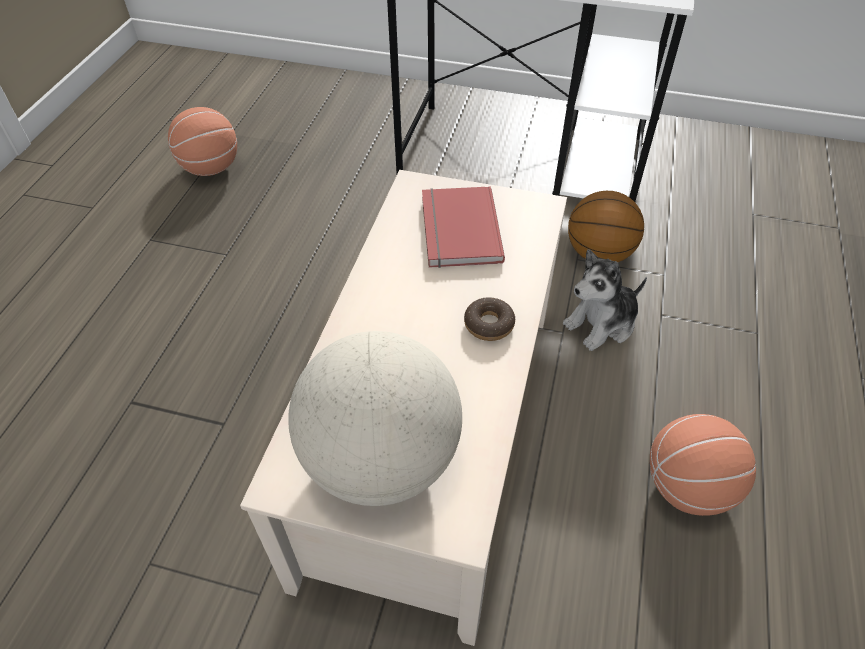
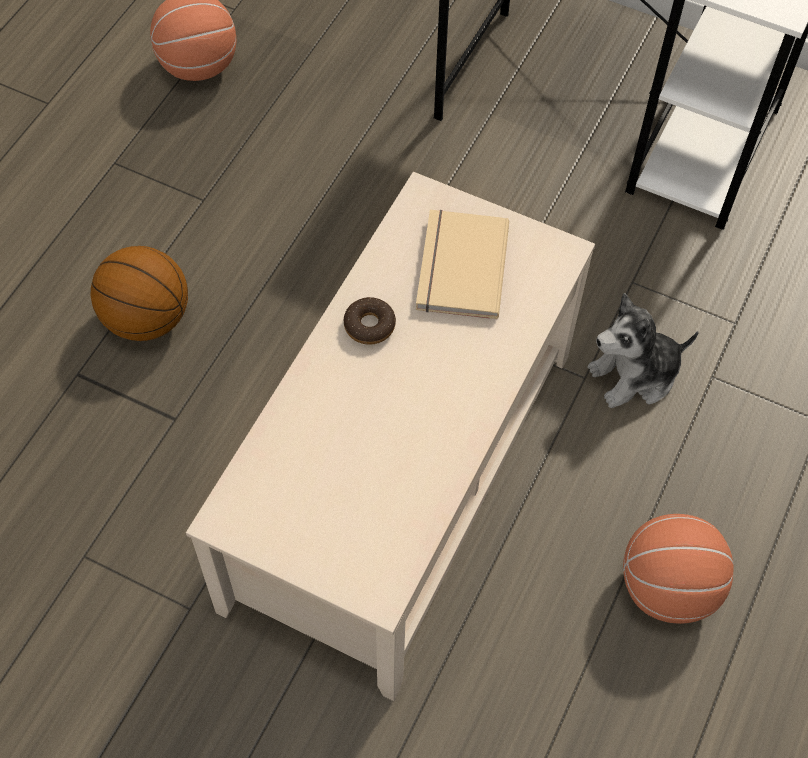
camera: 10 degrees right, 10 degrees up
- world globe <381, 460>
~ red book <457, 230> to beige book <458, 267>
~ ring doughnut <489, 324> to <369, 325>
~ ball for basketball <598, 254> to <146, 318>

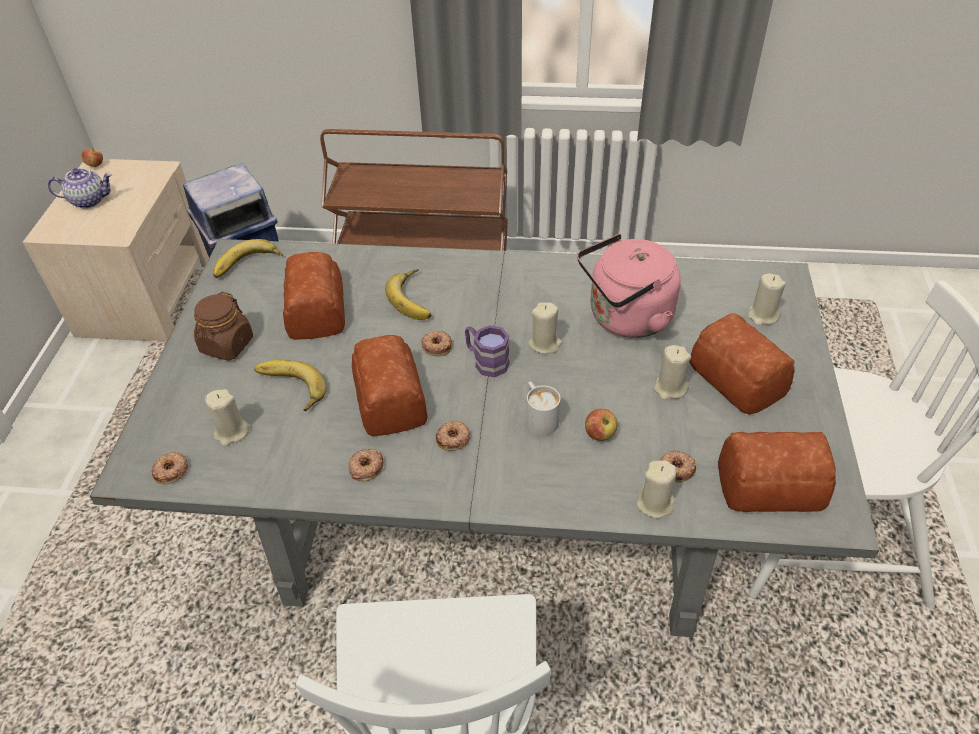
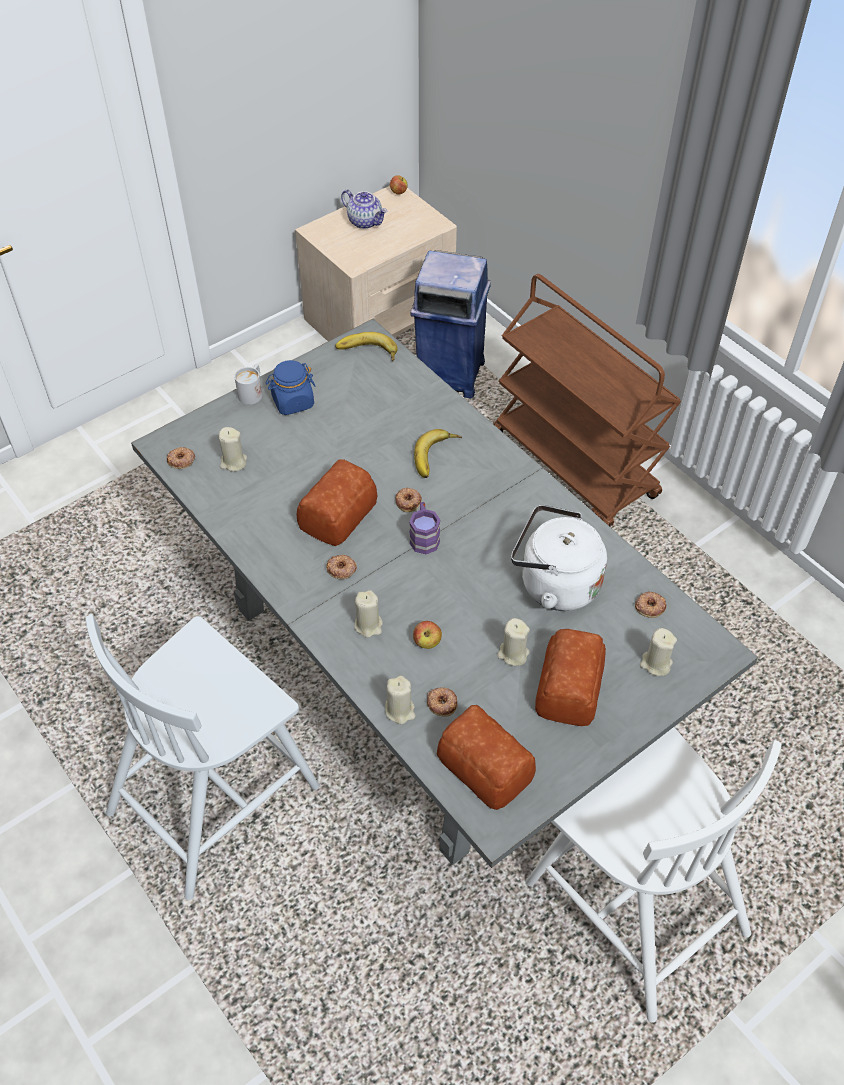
camera: 45 degrees right, 5 degrees up
~ brown-coloured storage jar <227, 345> to blue-coloured storage jar <292, 402>
- whole banana <289, 389>
- bread <314, 312>
~ ring doughnut <366, 467> to <650, 606>
~ white coffee mug <539, 417> to <252, 392>
~ beige wax candle <545, 344> to <368, 625>
~ pink-coloured tea kettle <626, 318> to white tea kettle <554, 584>

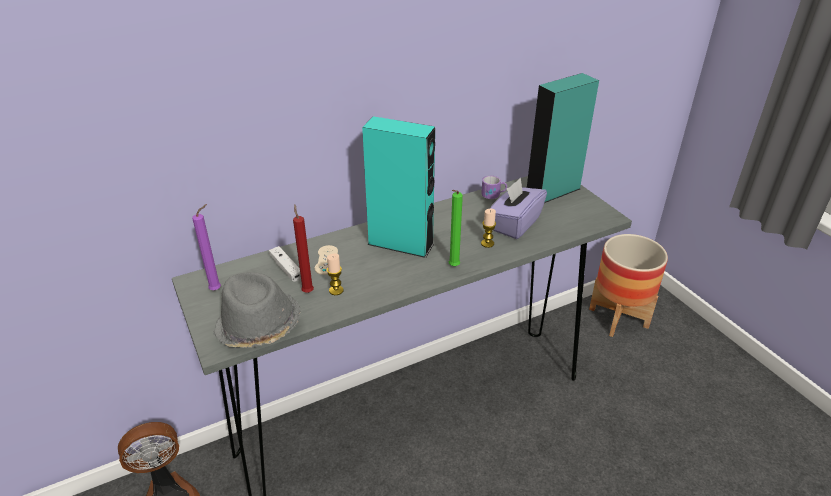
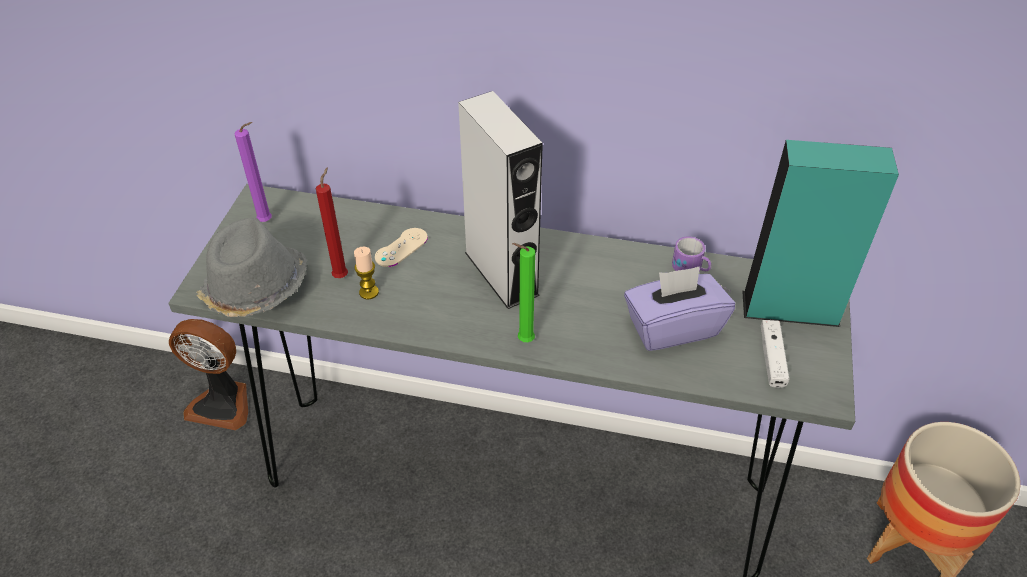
camera: 40 degrees right, 10 degrees up
~ white gamepad <286, 268> to <772, 358>
~ blue-green loudspeaker <400, 244> to greyish loudspeaker <501, 273>
- wax candle <487, 243>

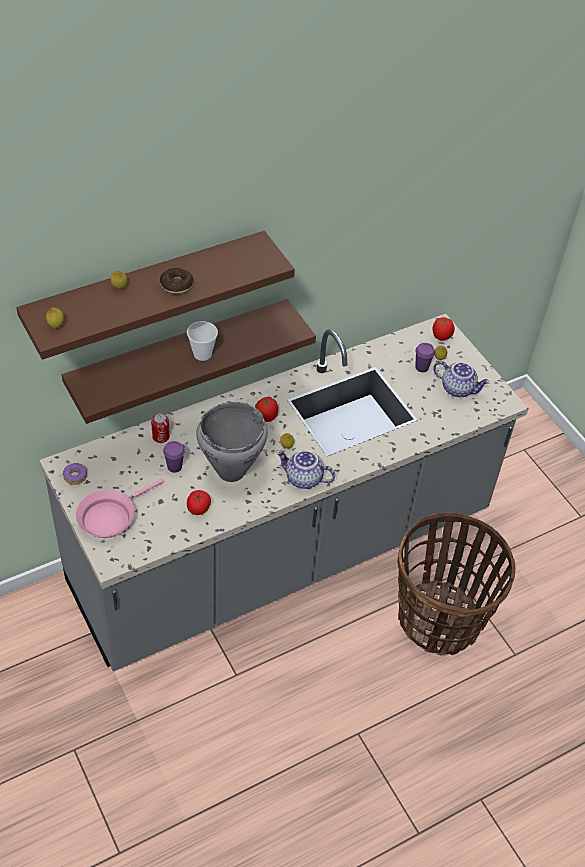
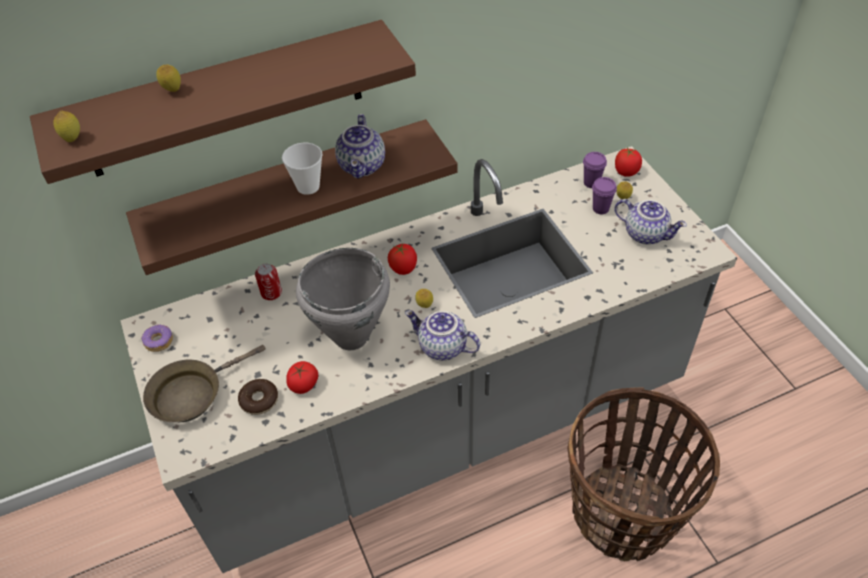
camera: 10 degrees right, 0 degrees up
~ pink-coloured pan <110, 516> to brown-coloured pan <192, 394>
~ ring doughnut <176, 285> to <259, 400>
~ purple-coloured cup <174, 467> to <591, 183>
+ teapot <363, 166>

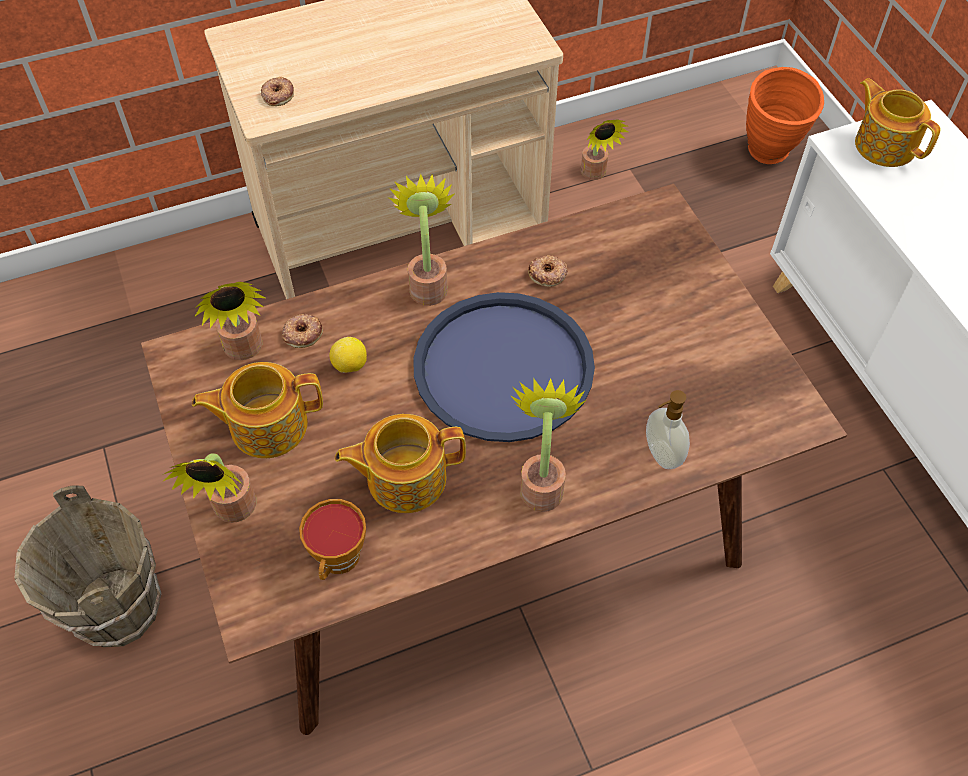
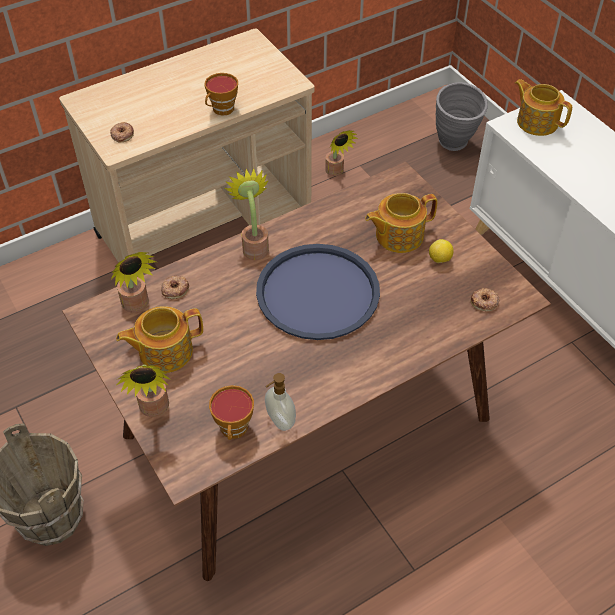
camera: 10 degrees left, 5 degrees down
~ lemon <350, 366> to <439, 259>
~ teapot <404, 477> to <398, 235>
- potted plant <542, 484>
~ ring doughnut <547, 274> to <484, 302>
~ soap bottle <661, 455> to <279, 421>
~ orange flower vase <769, 157> to greyish flower vase <455, 146>
+ cup <221, 110>

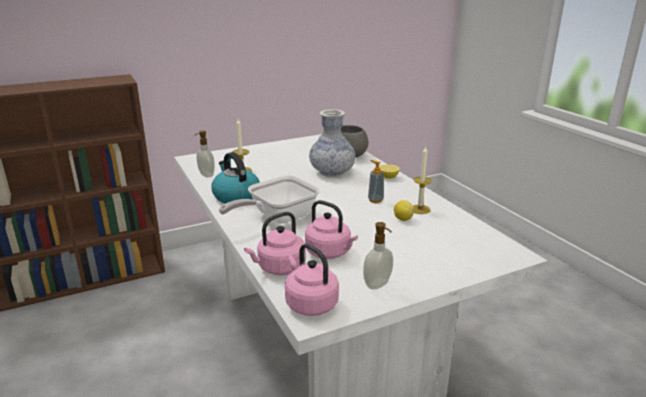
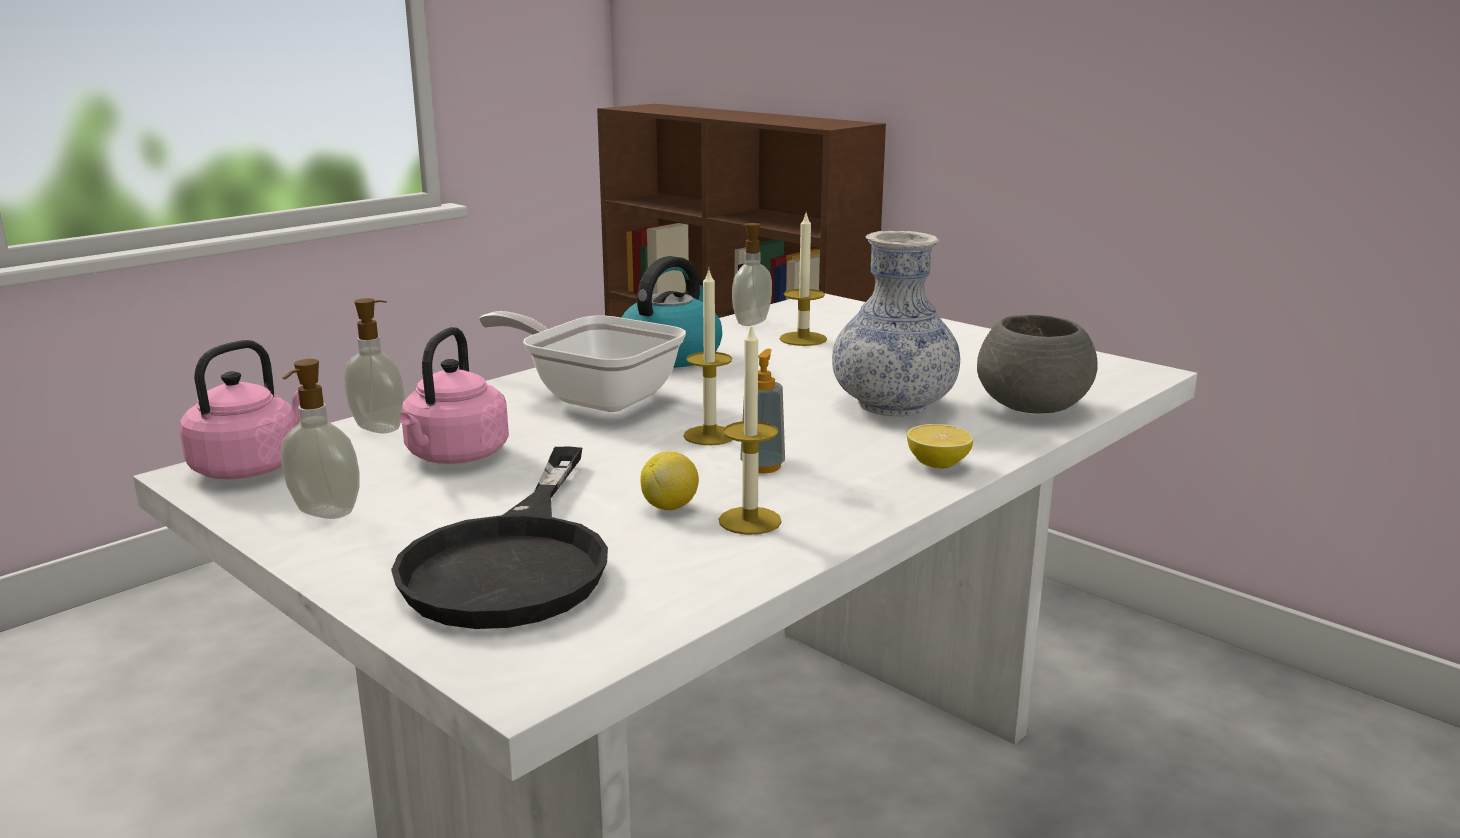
camera: 70 degrees right, 5 degrees down
~ pink-coloured tea kettle <279, 268> to soap bottle <380, 427>
+ blackish pan <515, 560>
+ wax candle <709, 435>

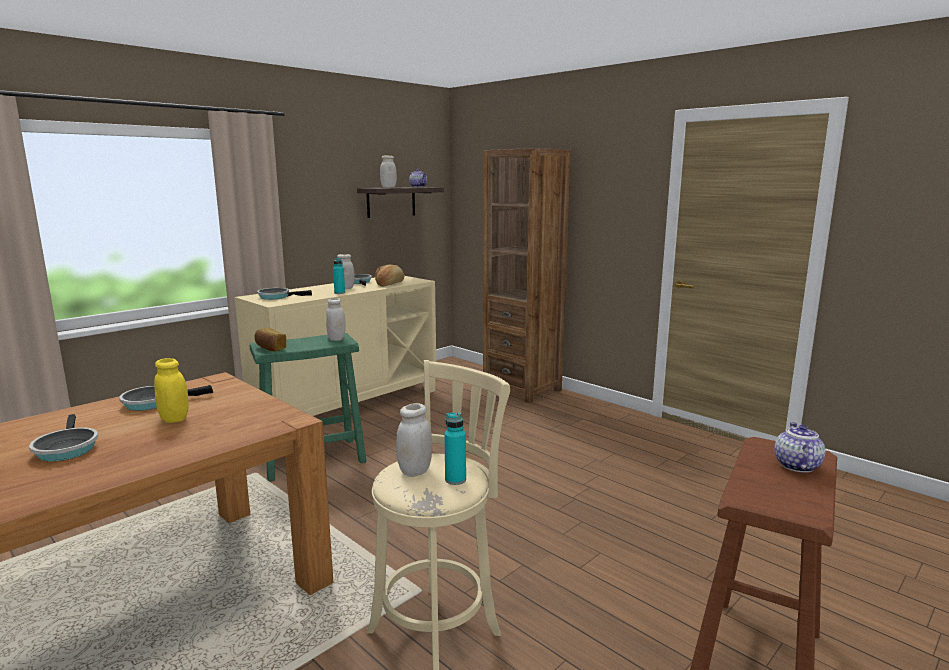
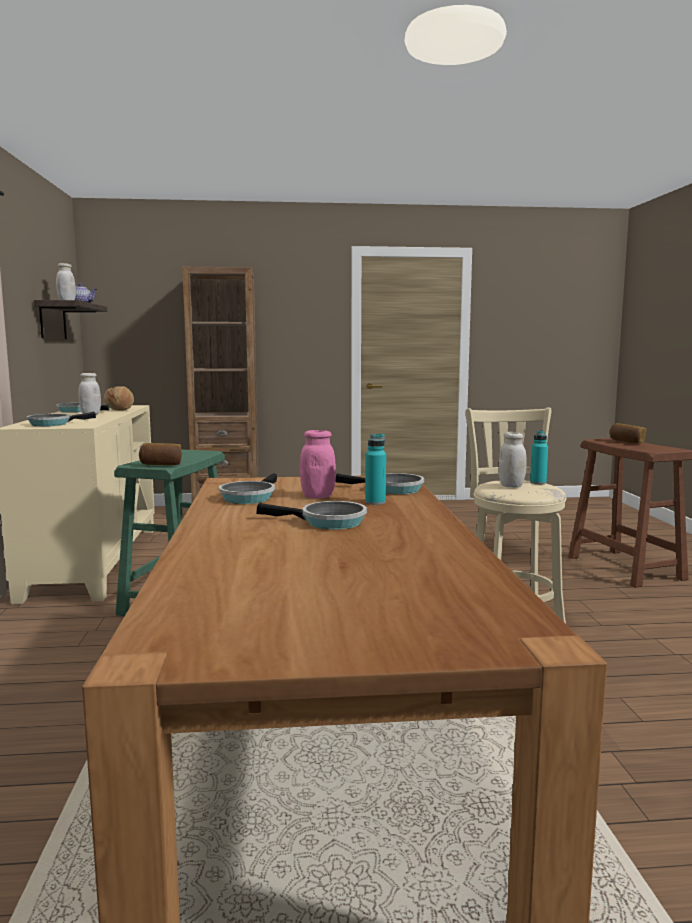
camera: 50 degrees left, 5 degrees down
~ yellow storage jar <174, 419> to pink-coloured storage jar <318, 496>
- white storage jar <336, 339>
~ blue-green beverage bottle <339, 293> to <375, 502>
~ teapot <796, 465> to bread <626, 442>
+ pan <392, 489>

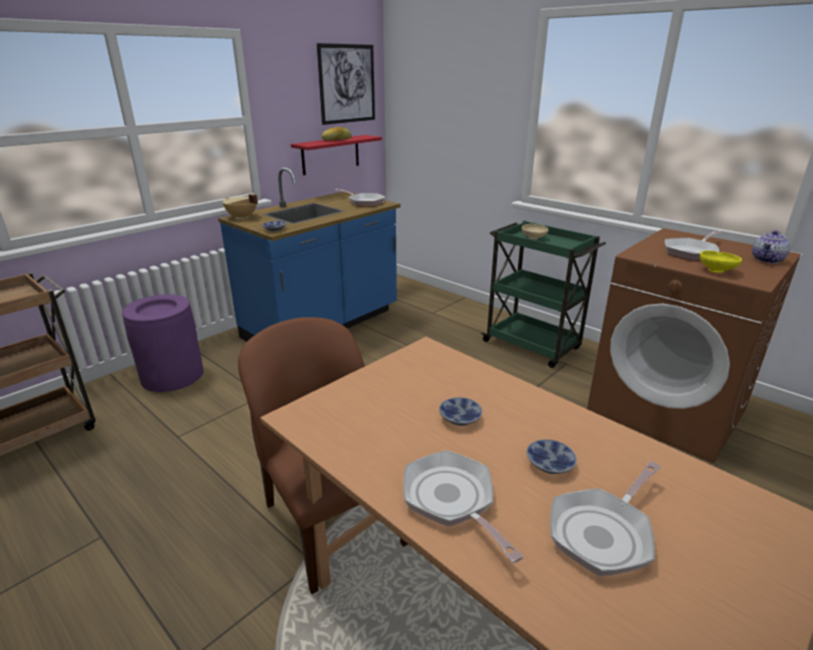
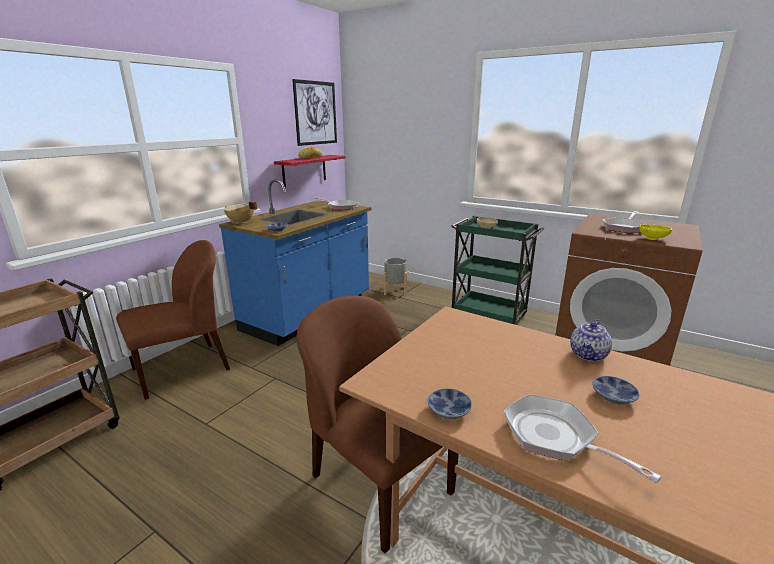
camera: 10 degrees left, 5 degrees down
~ purple-coloured trash can <172, 375> to brown-coloured chair <184, 369>
~ deep dish <459, 419> to <448, 411>
- pan <603, 532>
~ teapot <767, 260> to <588, 355>
+ greyish flower pot <395, 291>

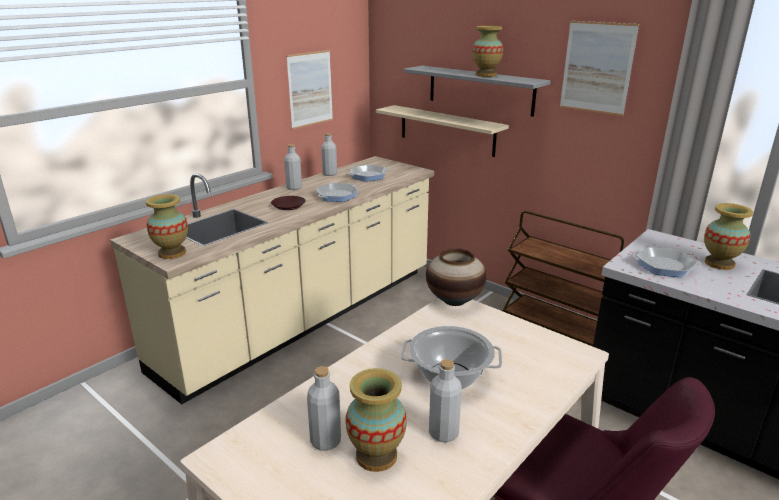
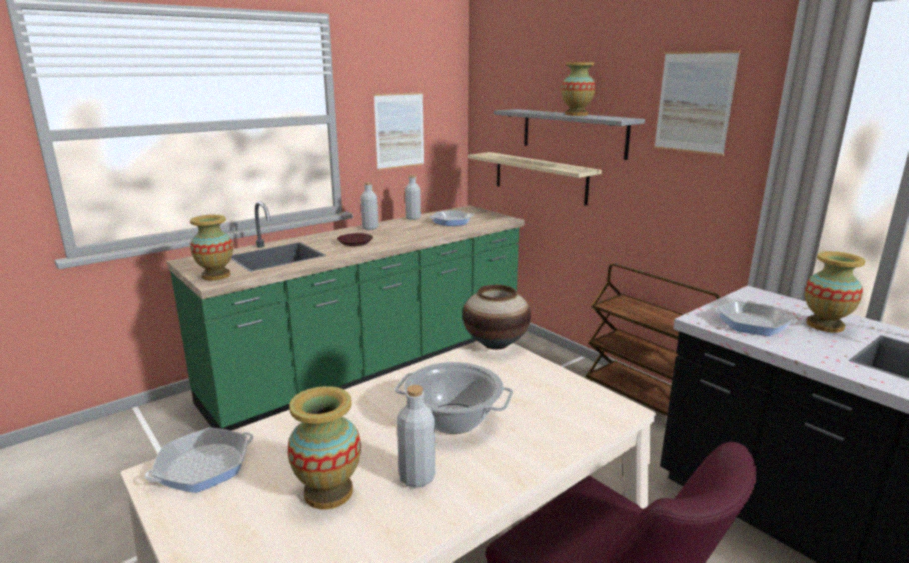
camera: 10 degrees right, 5 degrees down
~ beige counter <304, 318> to greenish counter <373, 366>
- greyish beverage bottle <325, 441>
~ pan <337, 196> to <203, 466>

